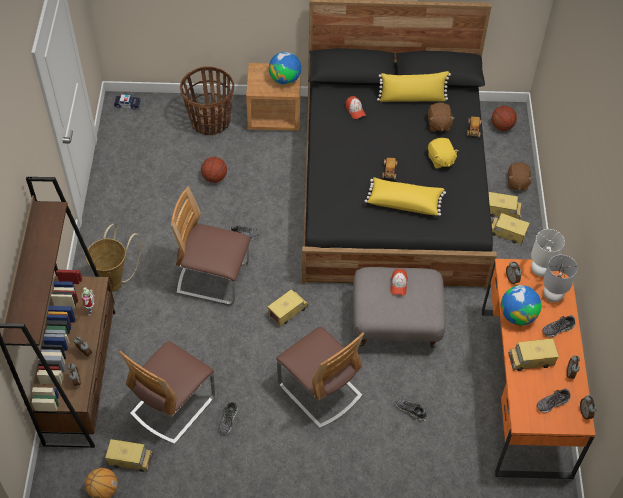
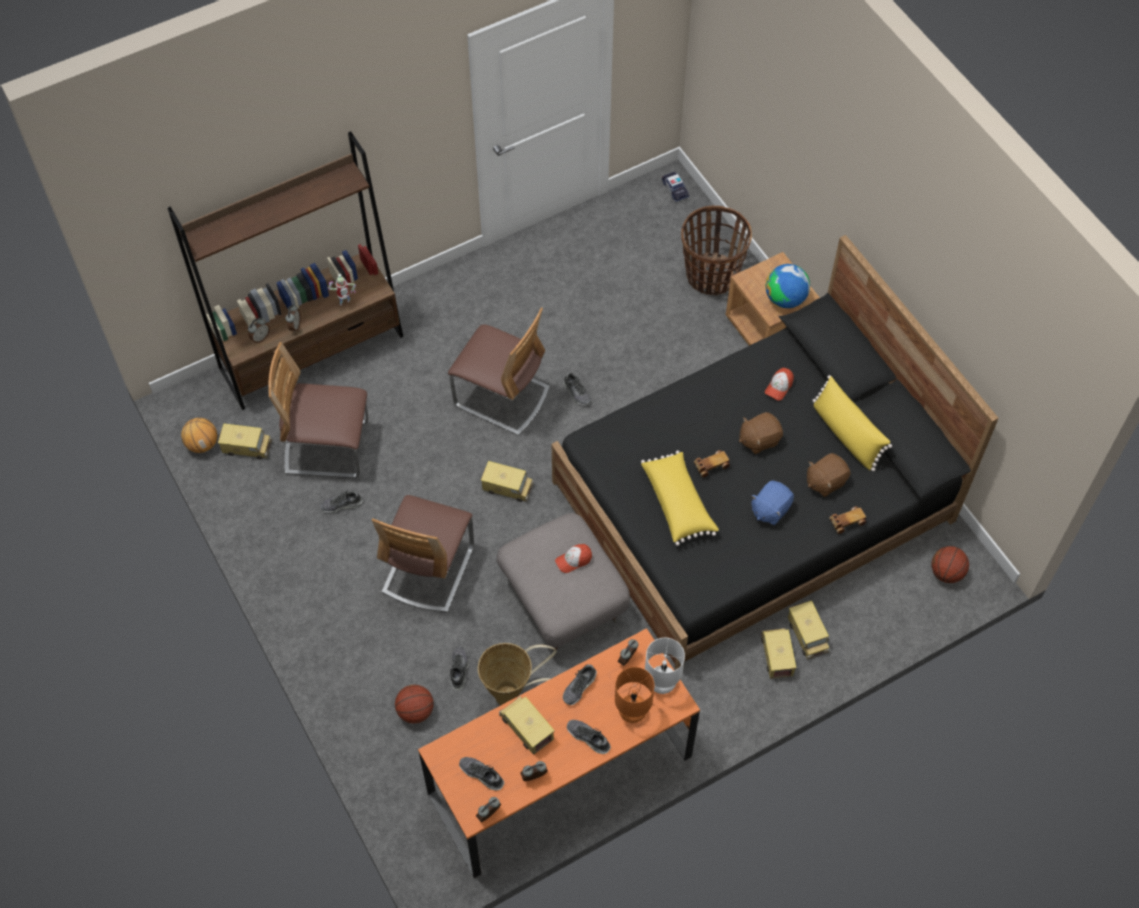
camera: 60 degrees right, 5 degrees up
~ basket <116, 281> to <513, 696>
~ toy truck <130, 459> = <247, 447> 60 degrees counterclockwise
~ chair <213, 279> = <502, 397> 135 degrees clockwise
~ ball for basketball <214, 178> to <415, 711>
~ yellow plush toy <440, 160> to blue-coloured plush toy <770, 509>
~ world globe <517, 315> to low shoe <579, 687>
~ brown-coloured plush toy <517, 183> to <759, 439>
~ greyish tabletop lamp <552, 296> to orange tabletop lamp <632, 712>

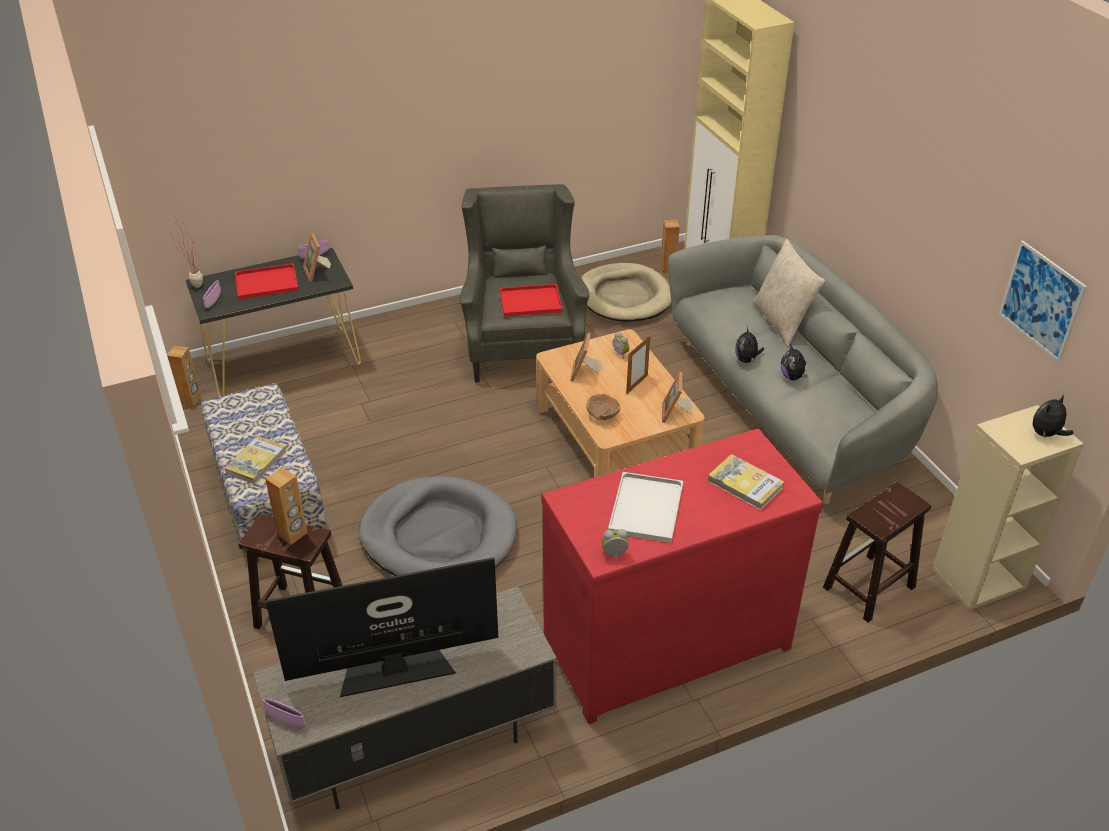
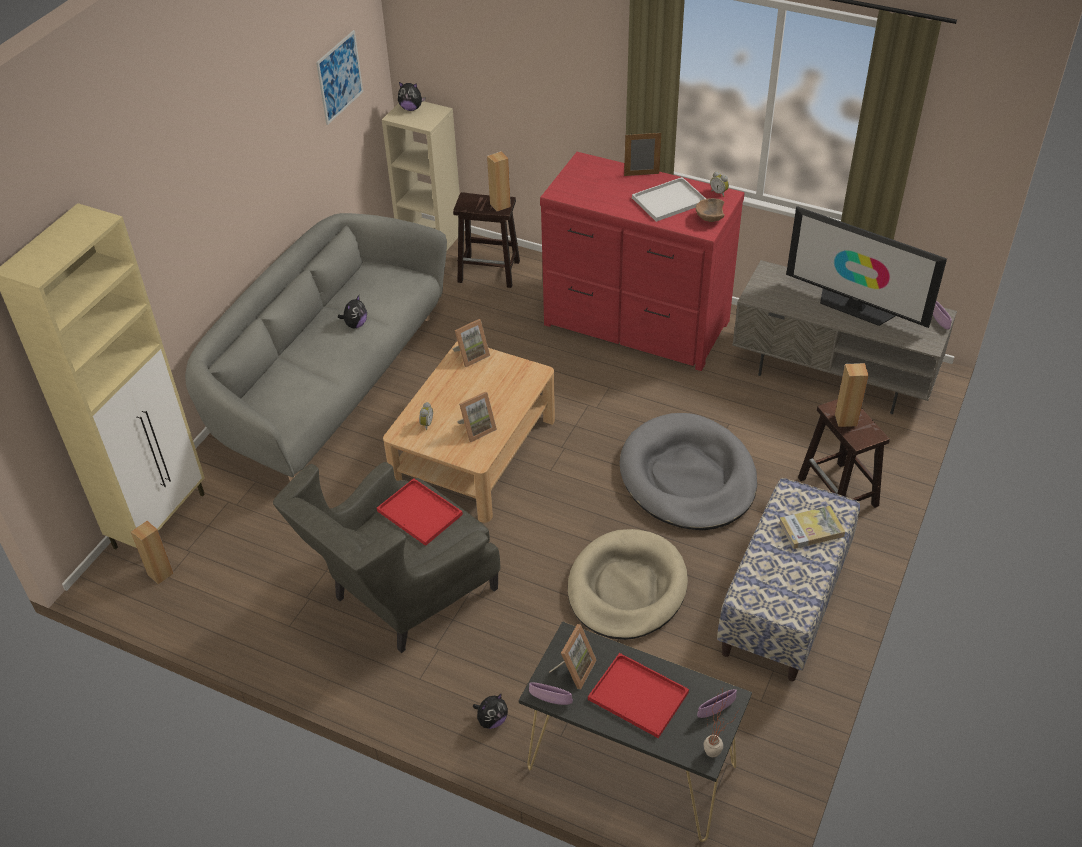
camera: 130 degrees left, 5 degrees up
~ brown-coloured loudspeaker <190, 399> to <500, 205>
~ beige dog cushion <624, 297> to <626, 588>
~ brown-coloured deep dish <603, 416> to <709, 219>
~ photo frame <637, 384> to <641, 174>
- book <745, 484>
~ plush toy <746, 360> to <491, 720>
- beige pillow <782, 322>

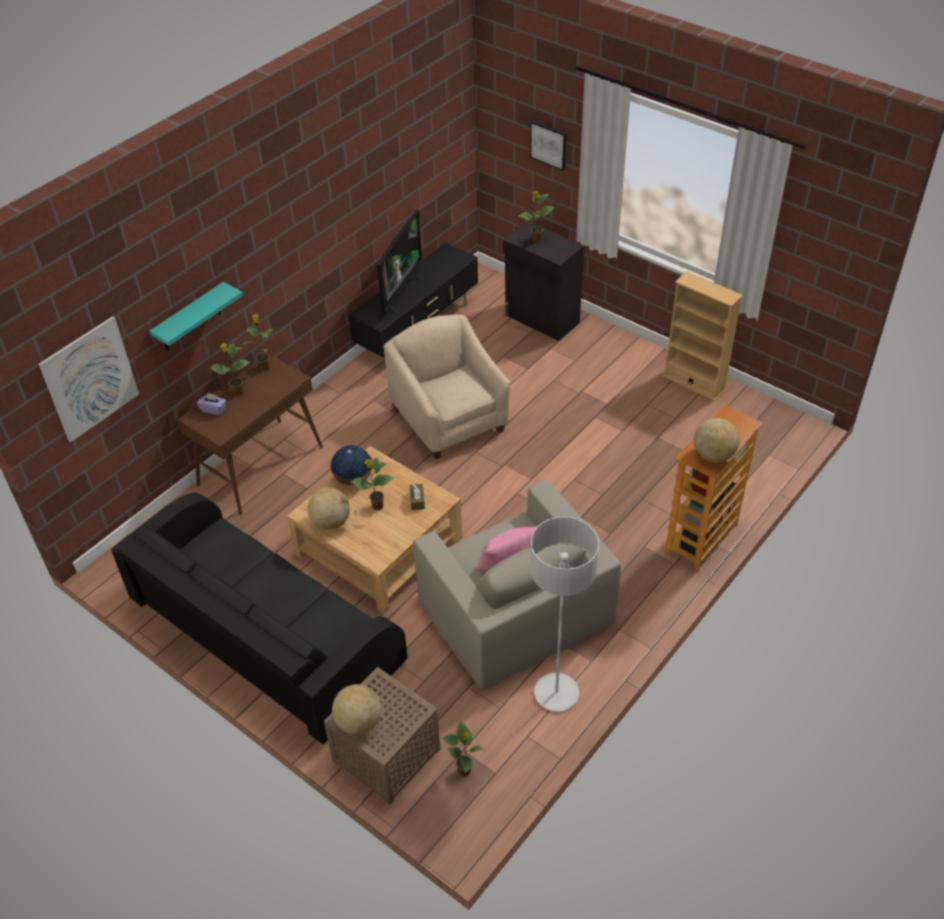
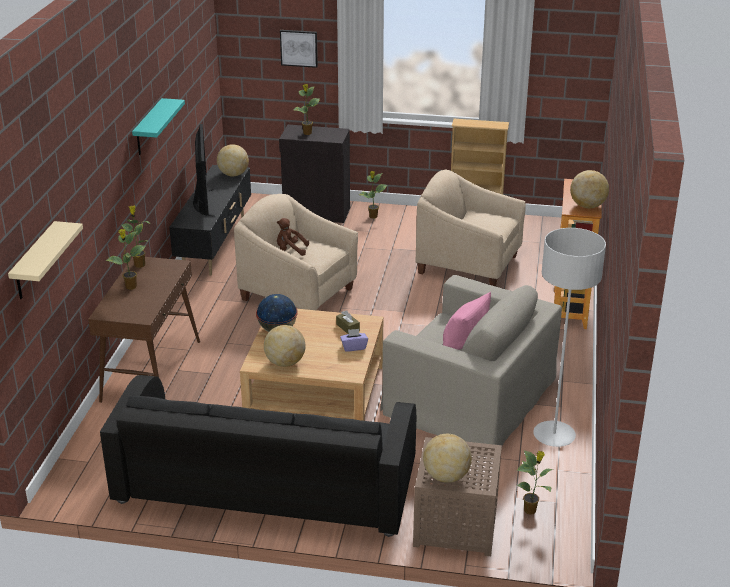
camera: 30 degrees left, 15 degrees down
~ wall picture <90, 379> to beige wall shelf <34, 262>
~ blue-green wall shelf <190, 318> to <148, 128>
~ purple-coloured box of tissues <214, 409> to <354, 347>
~ potted plant <377, 506> to <373, 216>
+ world globe <233, 174>
+ brown-coloured plush toy <290, 250>
+ beige lounge chair <468, 264>

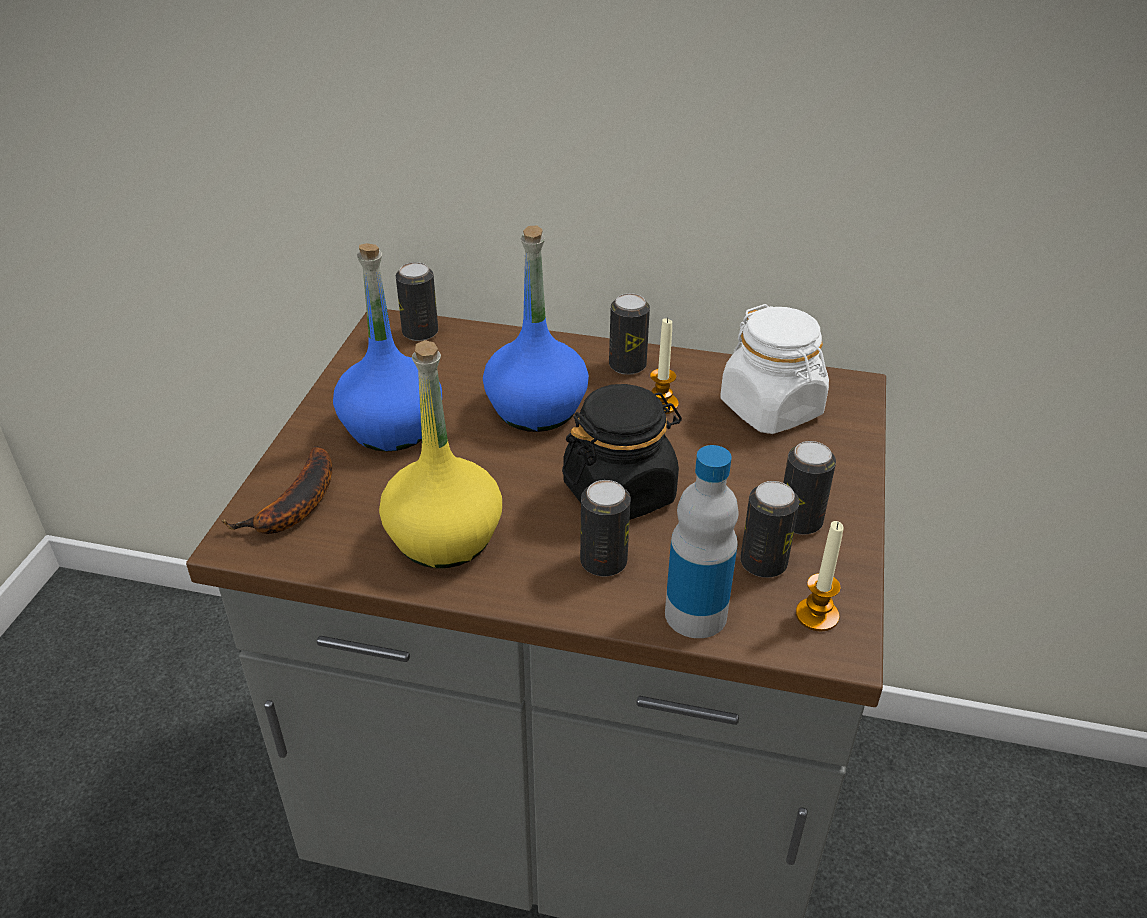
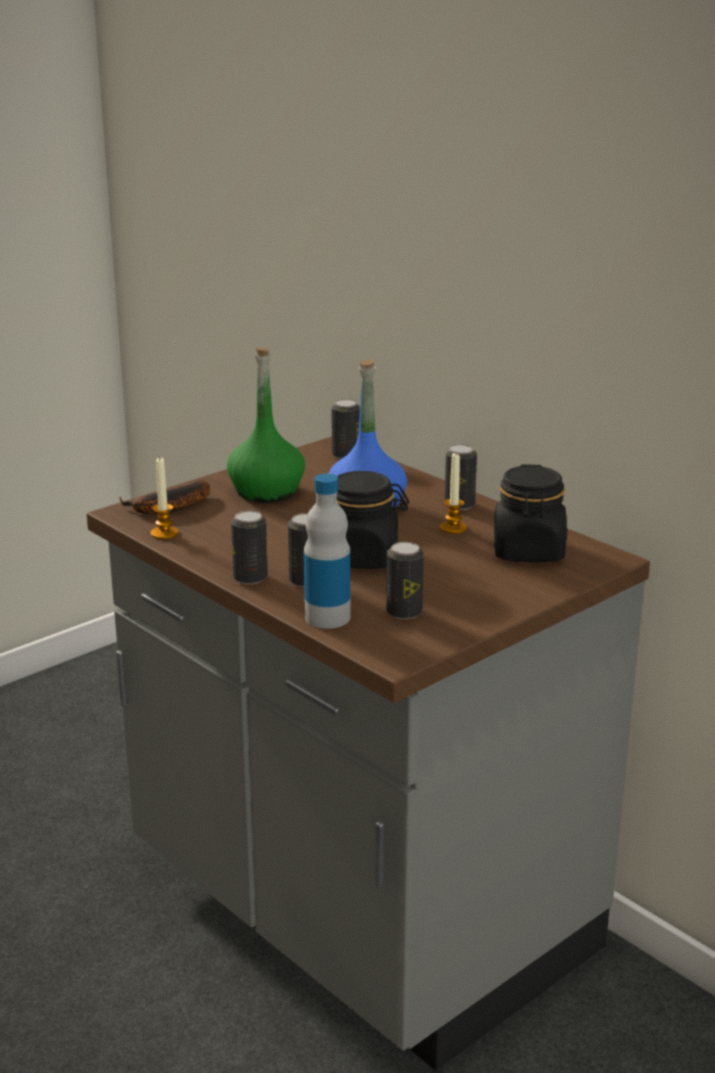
camera: 35 degrees right, 15 degrees down
~ blue-coloured beverage bottle <392, 427> to greenish beverage bottle <267, 491>
- yellow beverage bottle <445, 538>
~ white storage jar <771, 409> to blackish storage jar <528, 551>
~ can <799, 521> to <250, 578>
~ wax candle <817, 615> to <164, 533>

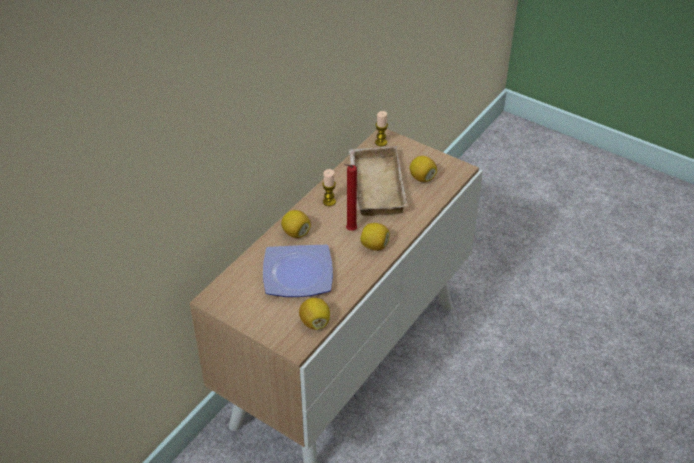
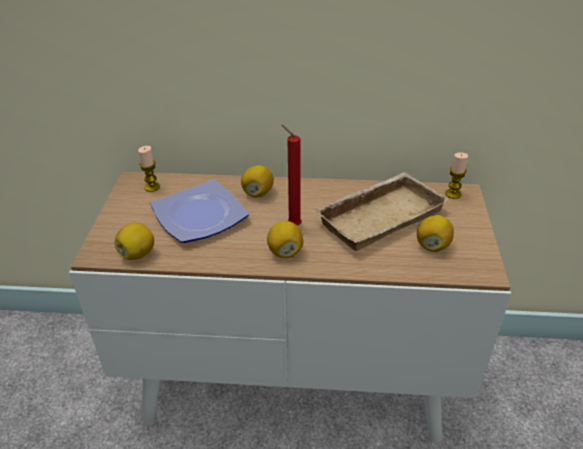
camera: 60 degrees right, 5 degrees down
~ wax candle <329, 201> to <152, 187>

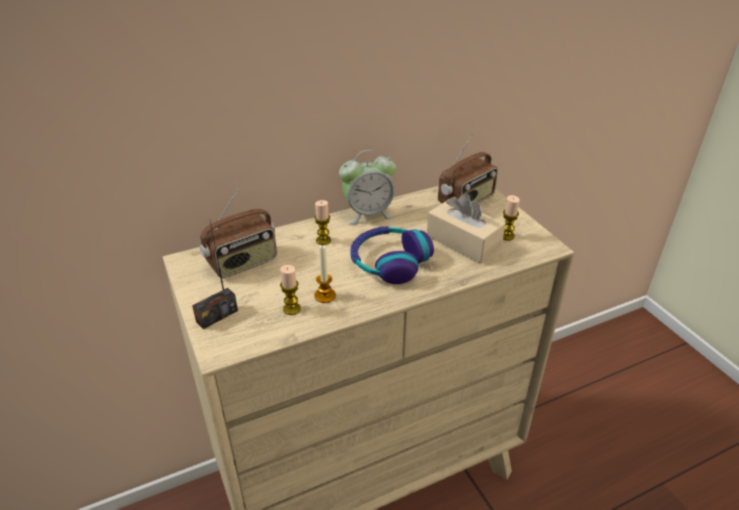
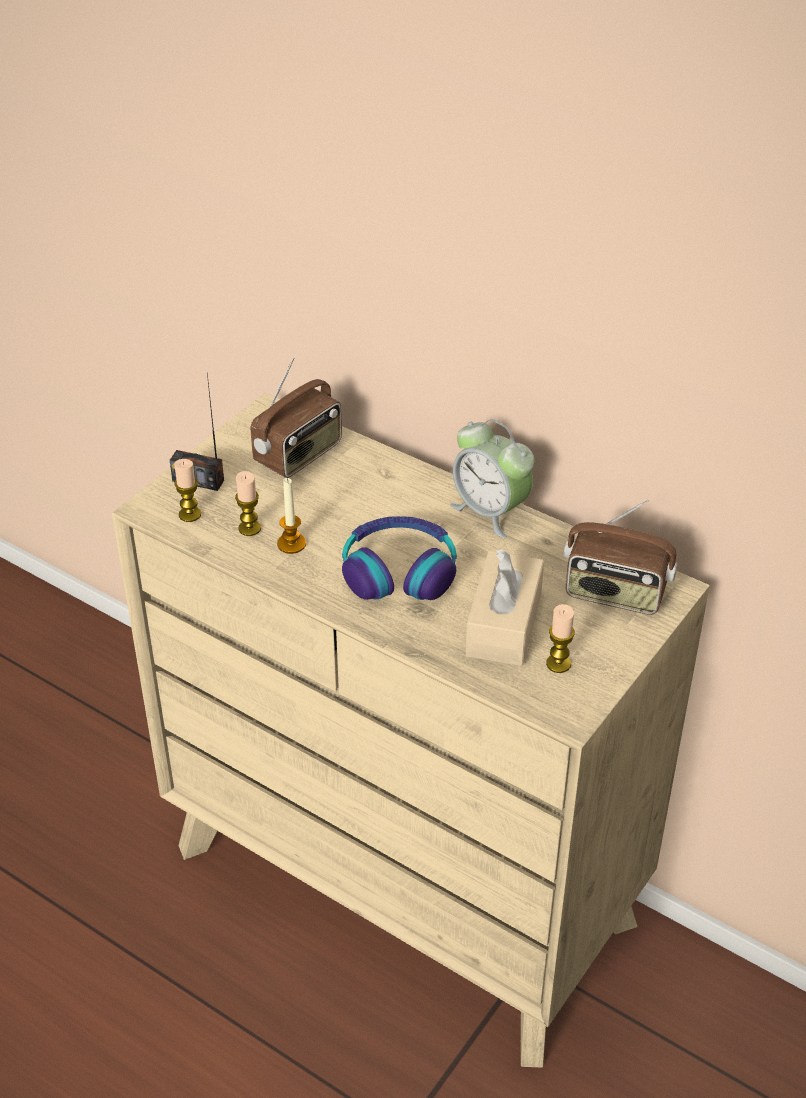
camera: 60 degrees right, 5 degrees up
~ radio receiver <243, 263> = <299, 455> 75 degrees counterclockwise
~ wax candle <323, 240> to <190, 514>

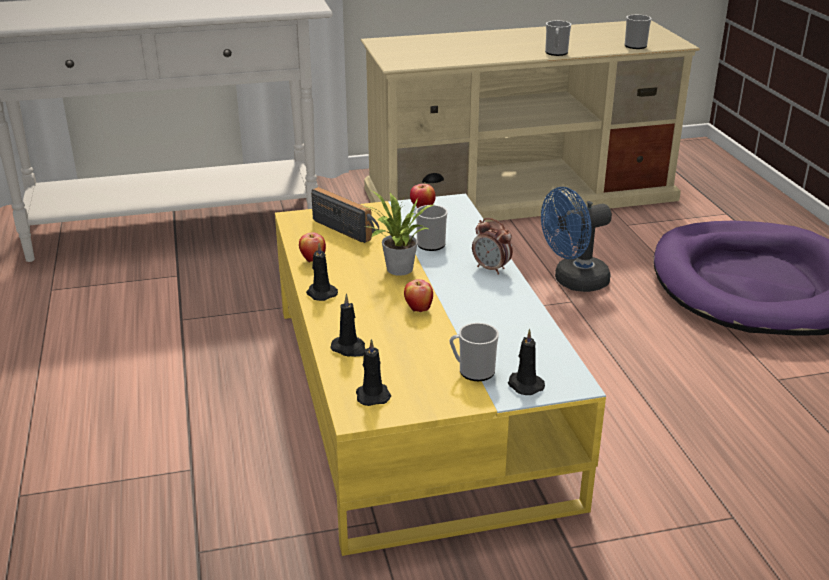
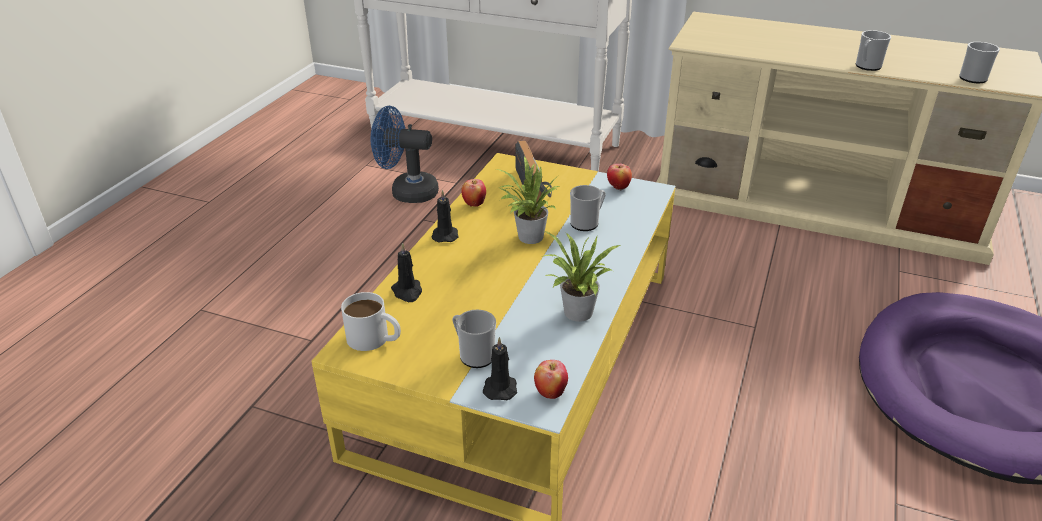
camera: 35 degrees right, 5 degrees up
~ blackish wax candle <372, 395> to white coffee mug <375, 339>
~ apple <418, 309> to <550, 392>
- bedside clock <491, 269>
~ blue-coloured fan <574, 282> to <407, 192>
+ potted plant <576, 314>

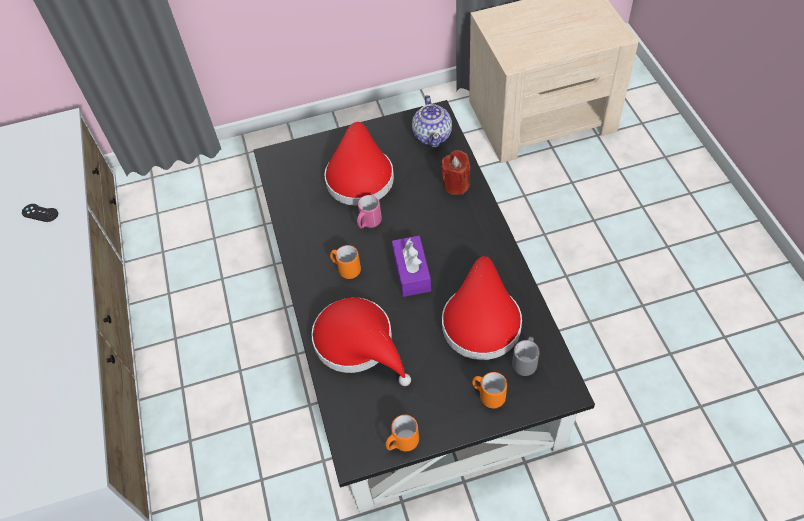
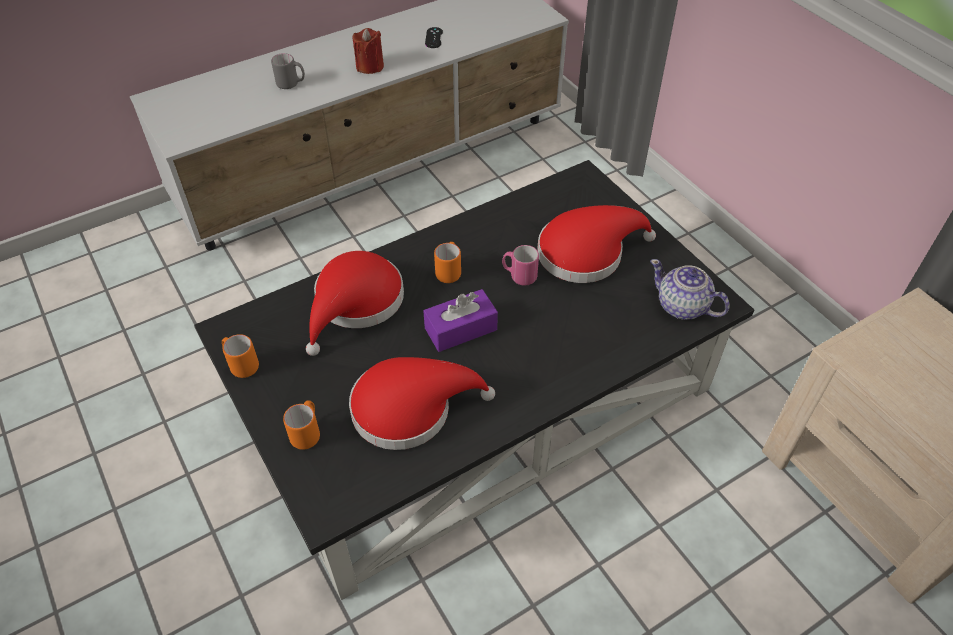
camera: 70 degrees right, 5 degrees down
~ teapot <432, 135> = <682, 307> 60 degrees clockwise
~ red wax candle <456, 184> to <370, 66>
~ greyish coffee mug <525, 361> to <291, 84>

